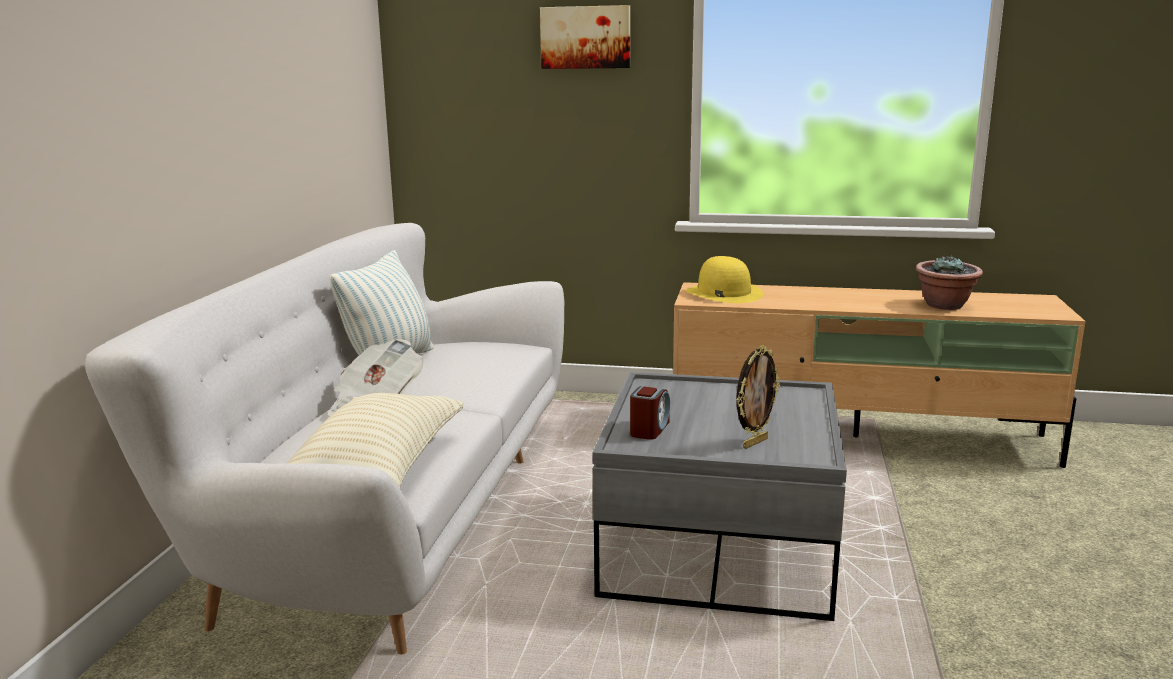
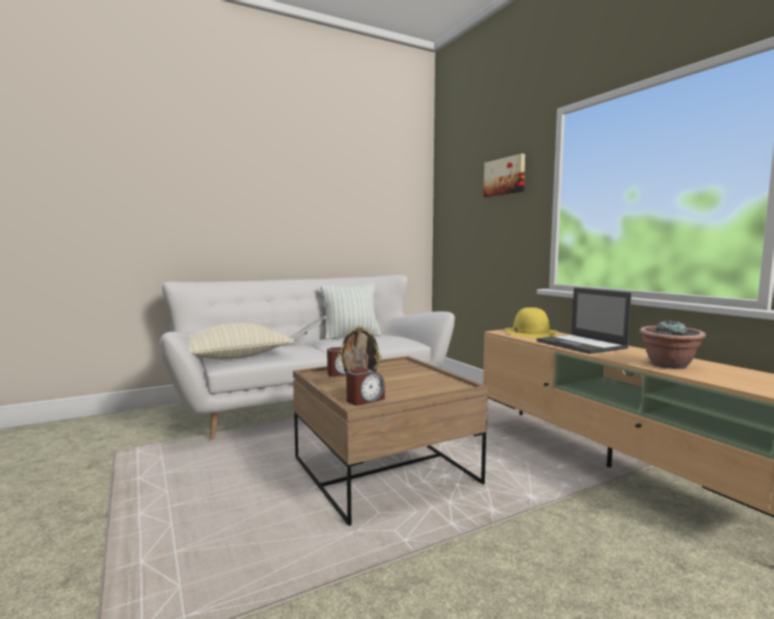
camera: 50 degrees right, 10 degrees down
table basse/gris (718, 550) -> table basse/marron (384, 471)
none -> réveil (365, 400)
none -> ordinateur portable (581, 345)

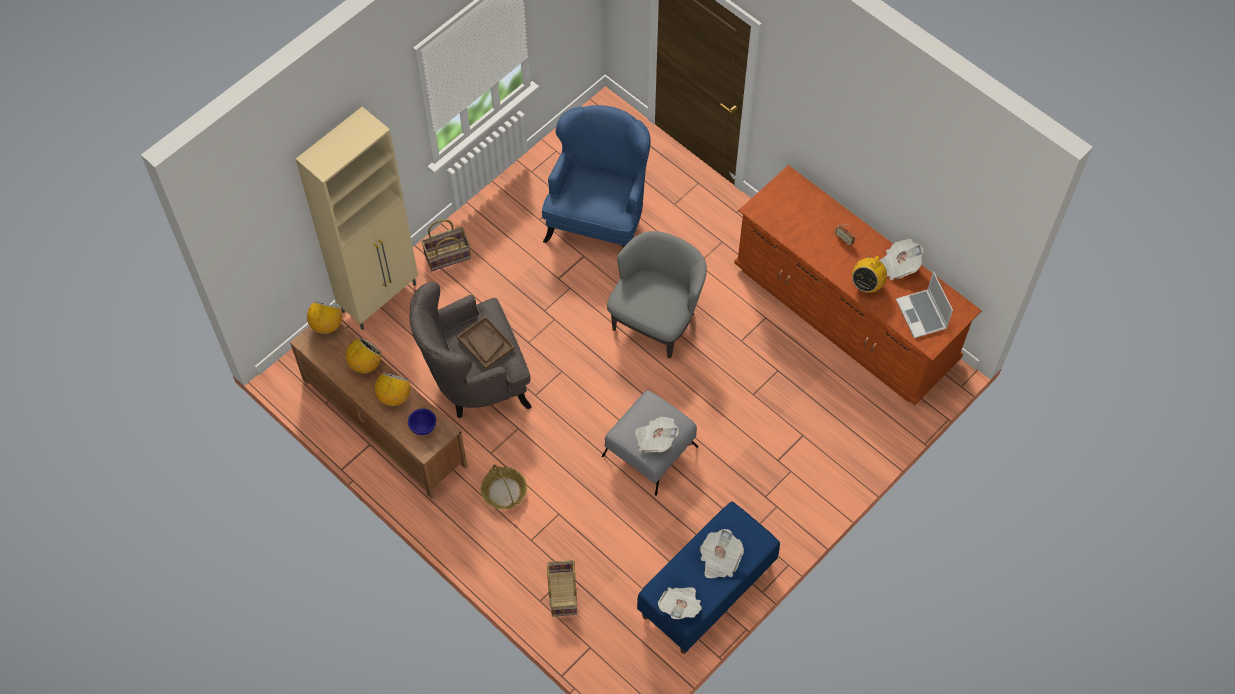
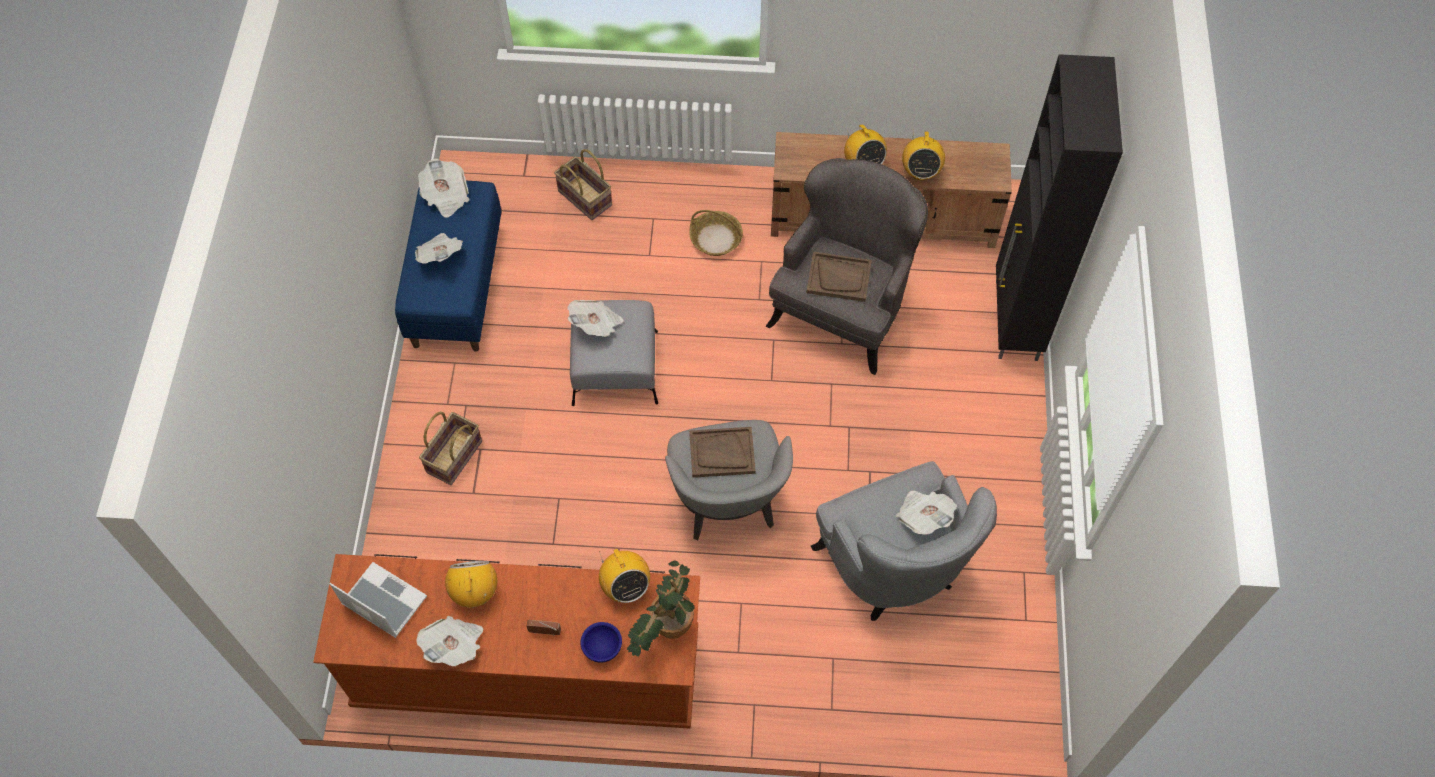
camera: 140 degrees right, 0 degrees up
meuble de rangement/beige (380, 297) -> meuble de rangement/noir (1015, 321)
radio (327, 326) -> radio (625, 586), move
bol/bleu (423, 426) -> bol/bleu (603, 648), move
panier (447, 255) -> panier (455, 457), move
fauteuil/bleu (599, 220) -> fauteuil/gris (894, 570)
none -> plante en pot (666, 629)
none -> plateau/marron (721, 453)
none -> journal (923, 516)

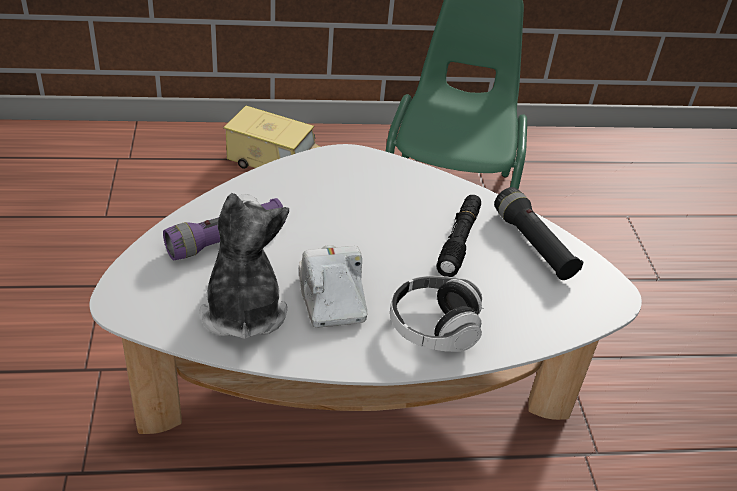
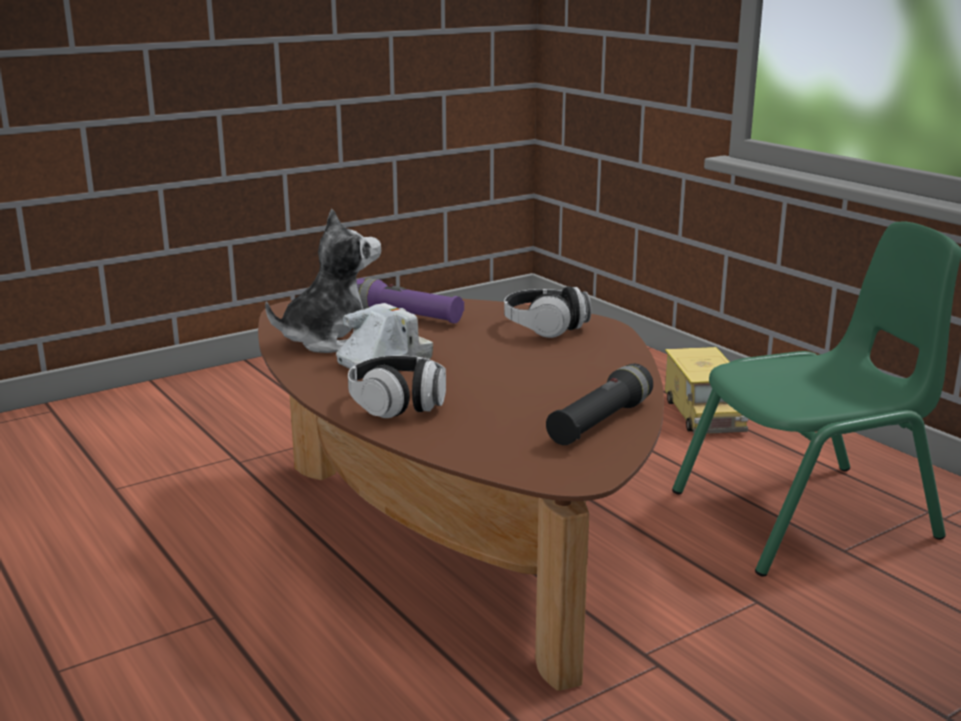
camera: 65 degrees right, 20 degrees down
table basse/blanc (355, 378) -> table basse/marron (461, 539)
lampe de poche/noir (459, 241) -> none
none -> casque audio (545, 328)

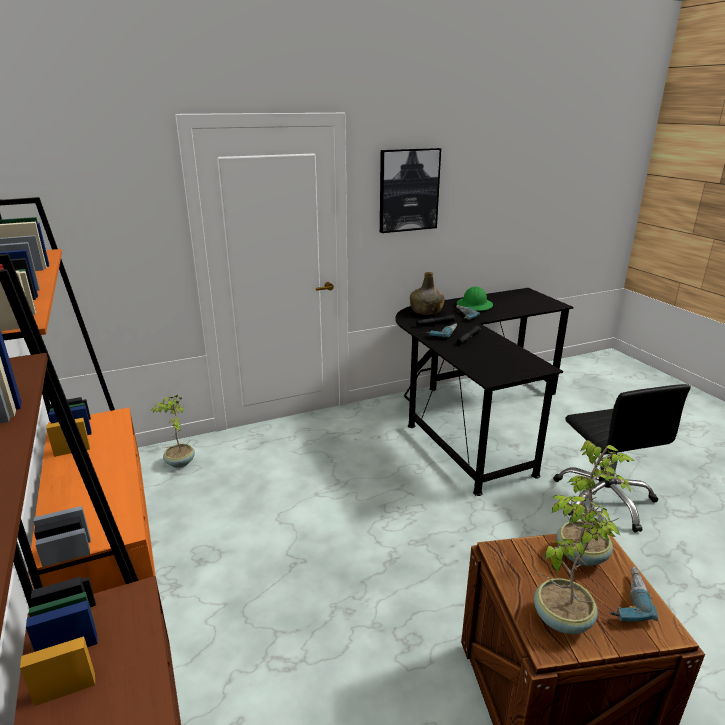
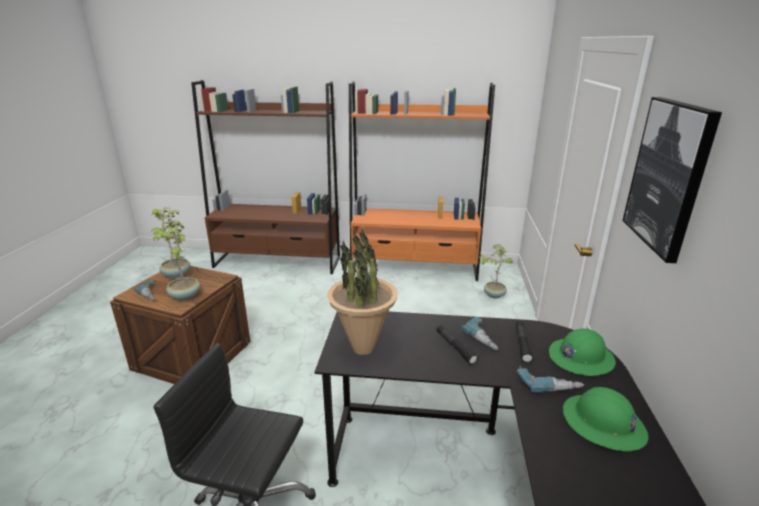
camera: 120 degrees right, 0 degrees up
bouteille/vert (426, 311) -> casque de chantier/vert (580, 358)
none -> plante en pot (363, 348)

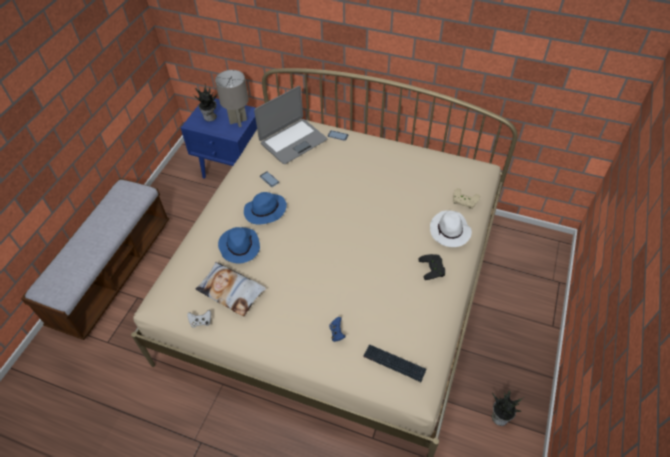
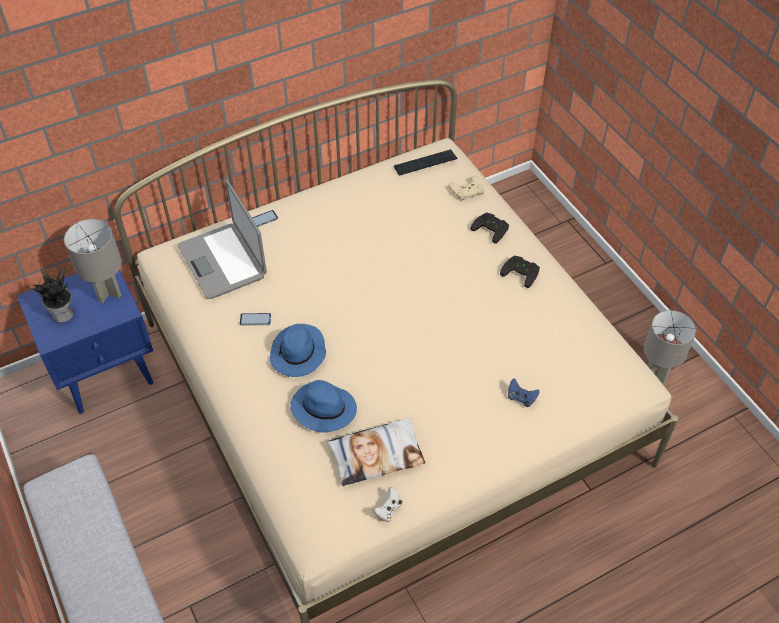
camera: 50 degrees left, 0 degrees up
ordinateur portable (293, 141) -> ordinateur portable (223, 261), 150 degrees clockwise
clavier (394, 363) -> clavier (425, 163), move
chapeau/blanc (450, 231) -> manette/noir (492, 228)
plante en pot (500, 417) -> lampe de table/gris (656, 373)

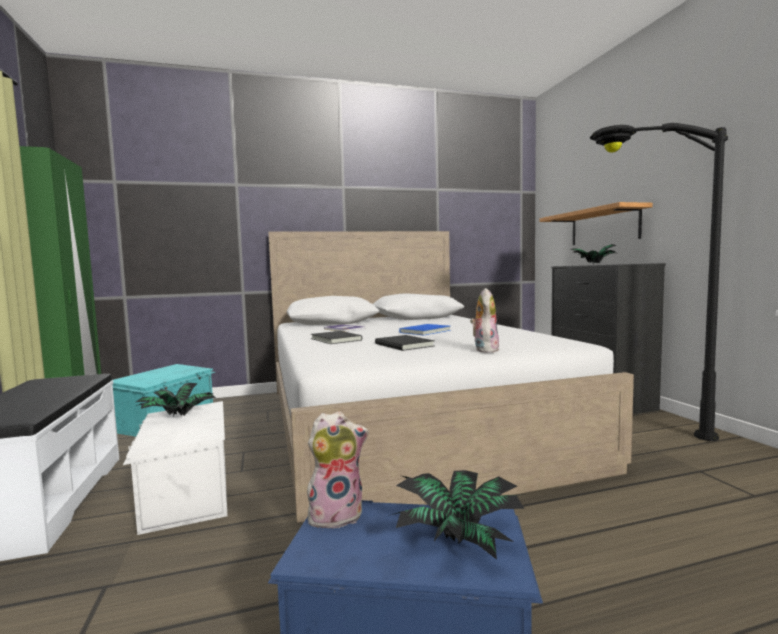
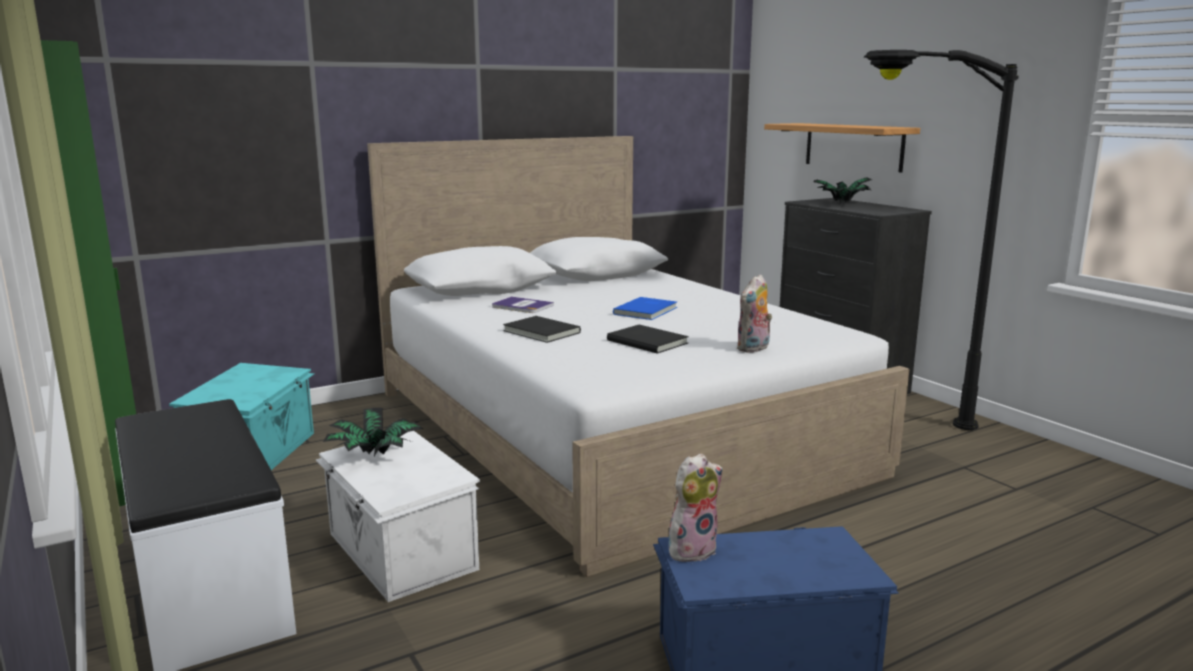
camera: 15 degrees left, 10 degrees up
plante en pot (459, 536) -> none
peluche (484, 350) -> peluche (754, 349), 135 degrees counterclockwise

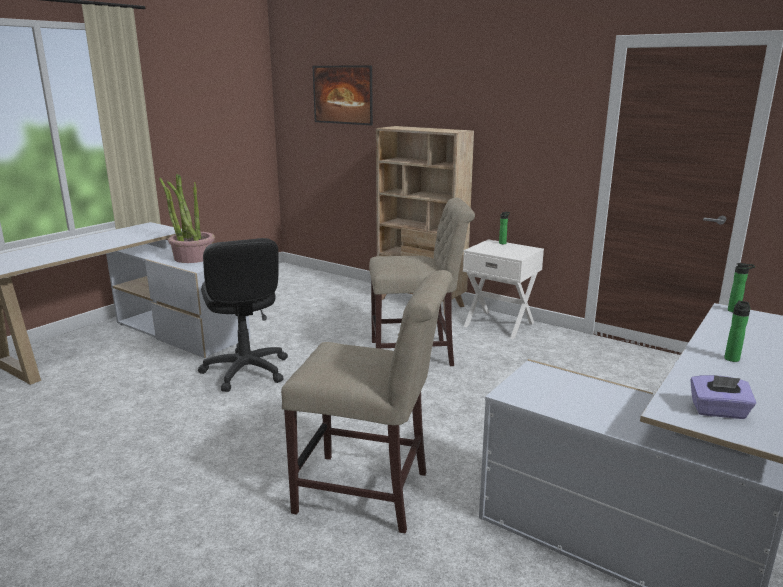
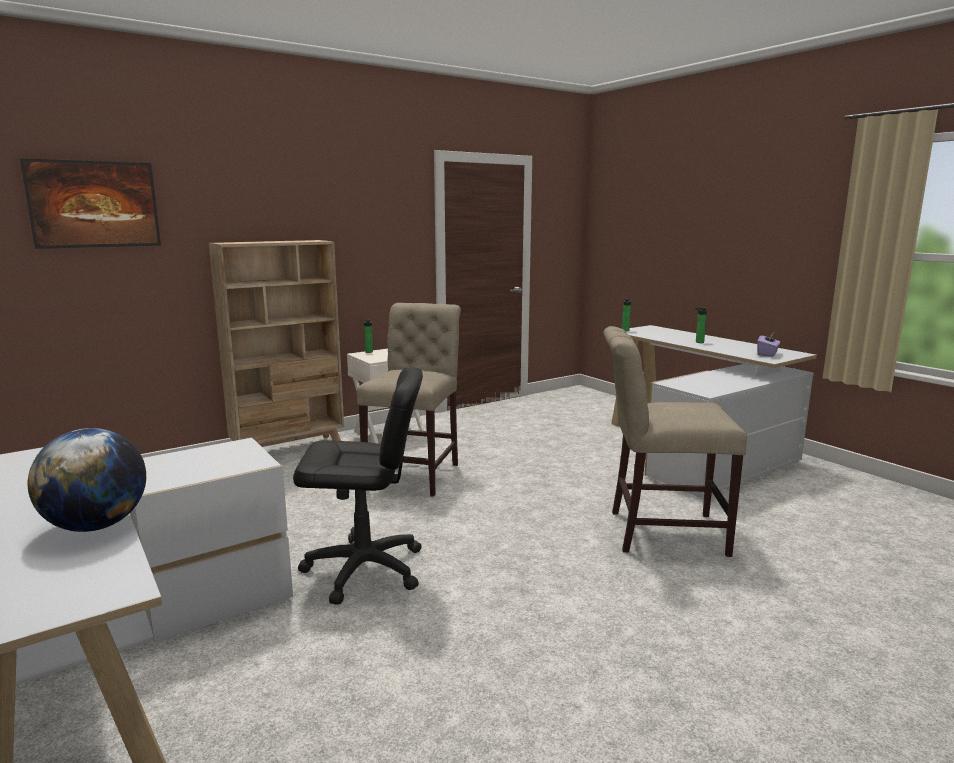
camera: 70 degrees left, 5 degrees down
plante en pot (193, 257) -> none
chaise/beige (370, 494) -> chaise/beige (659, 532), 120 degrees counterclockwise
none -> globe (97, 526)

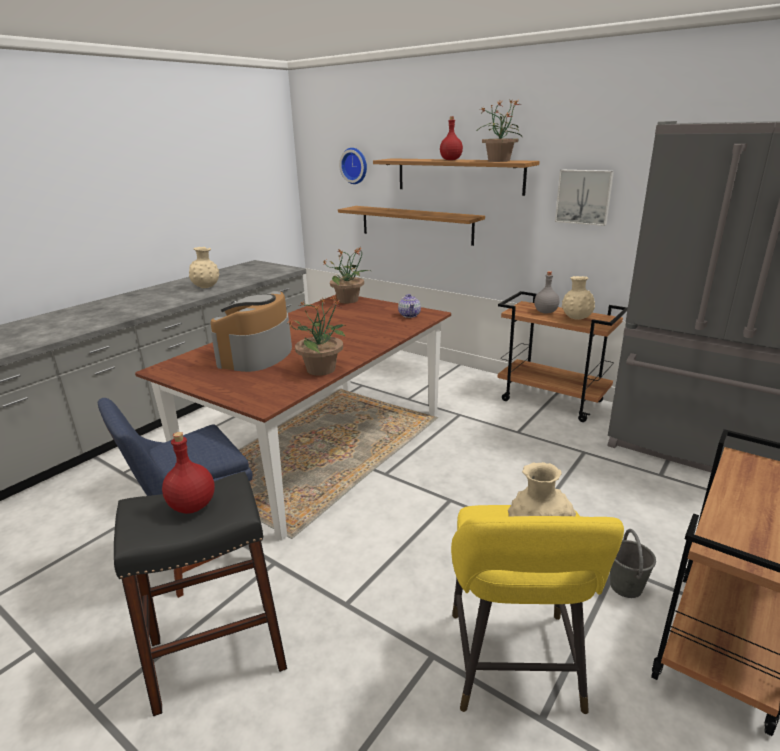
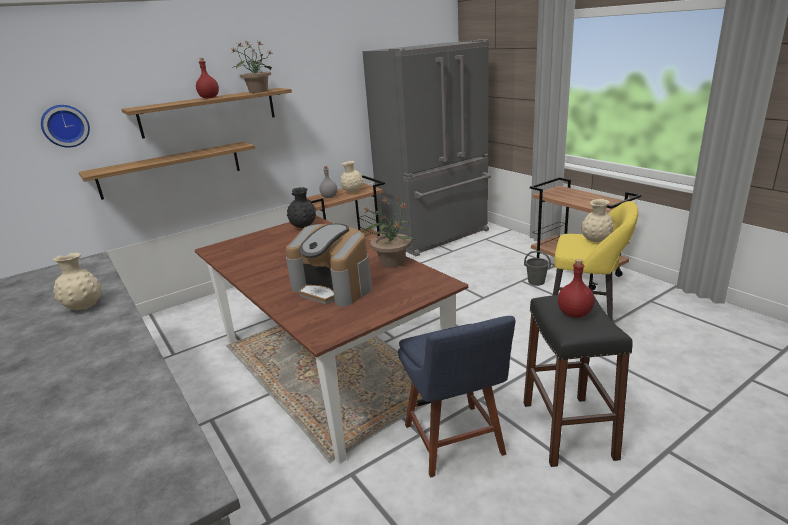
camera: 70 degrees left, 0 degrees up
plante en pot (348, 300) -> none
théière (409, 315) -> vase/noir (303, 227)
tableau (584, 197) -> none

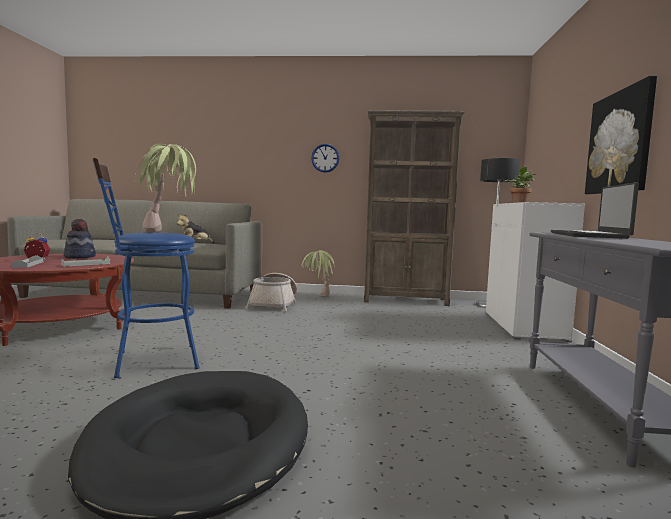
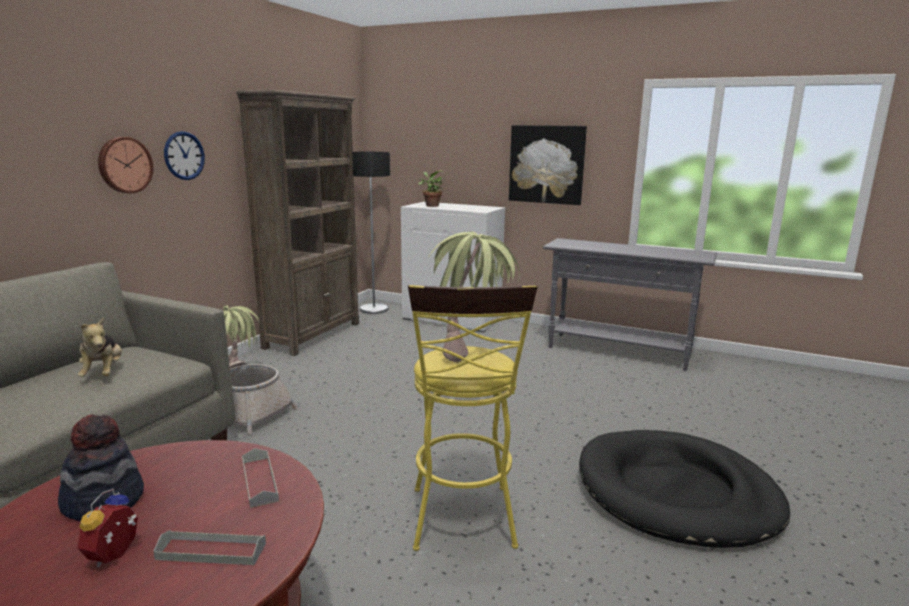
camera: 70 degrees left, 10 degrees up
tabouret/bleu (148, 361) -> tabouret/jaune (463, 524)
ordinateur portable (589, 235) -> none
none -> horloge murale (124, 165)

